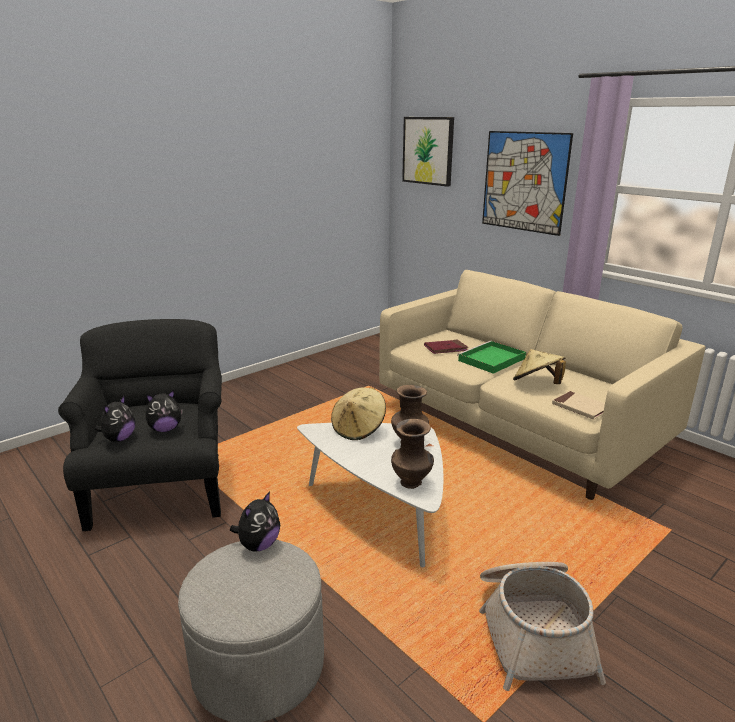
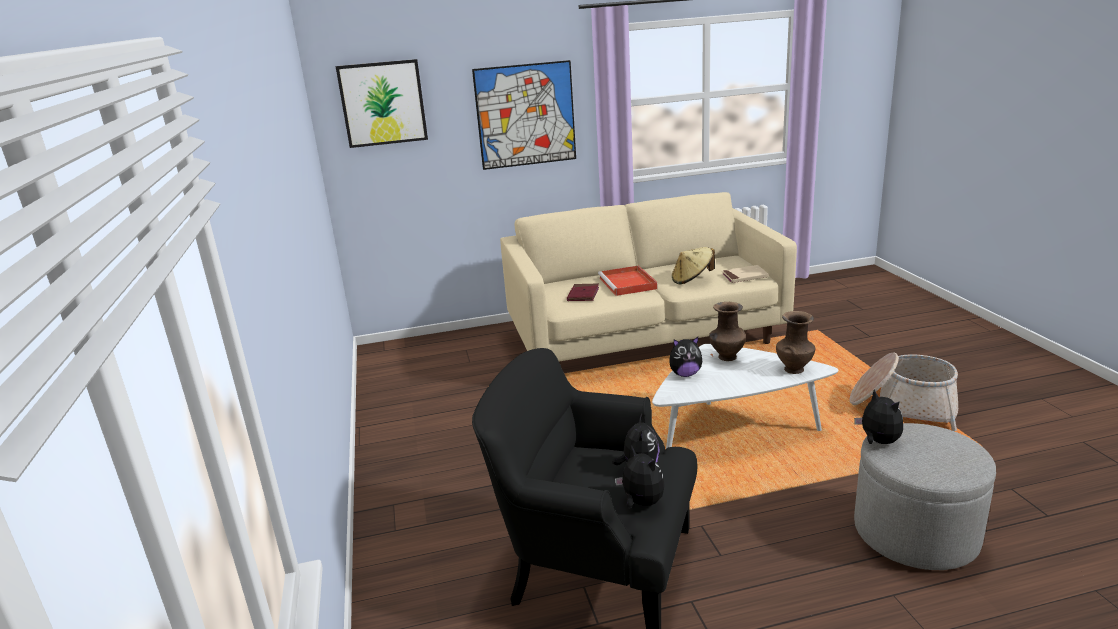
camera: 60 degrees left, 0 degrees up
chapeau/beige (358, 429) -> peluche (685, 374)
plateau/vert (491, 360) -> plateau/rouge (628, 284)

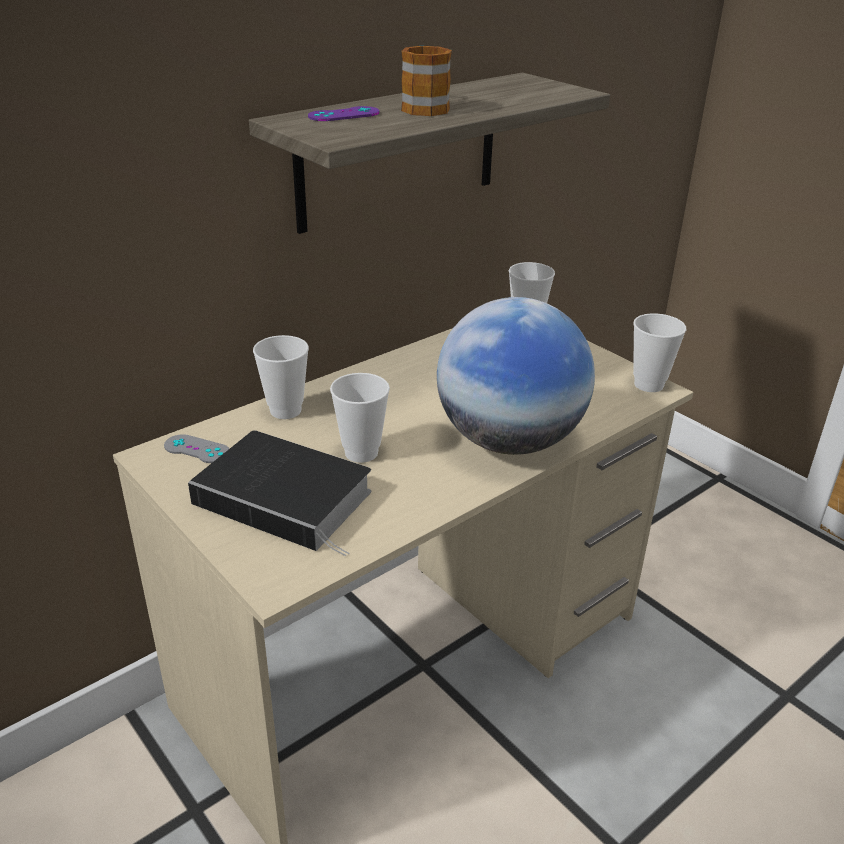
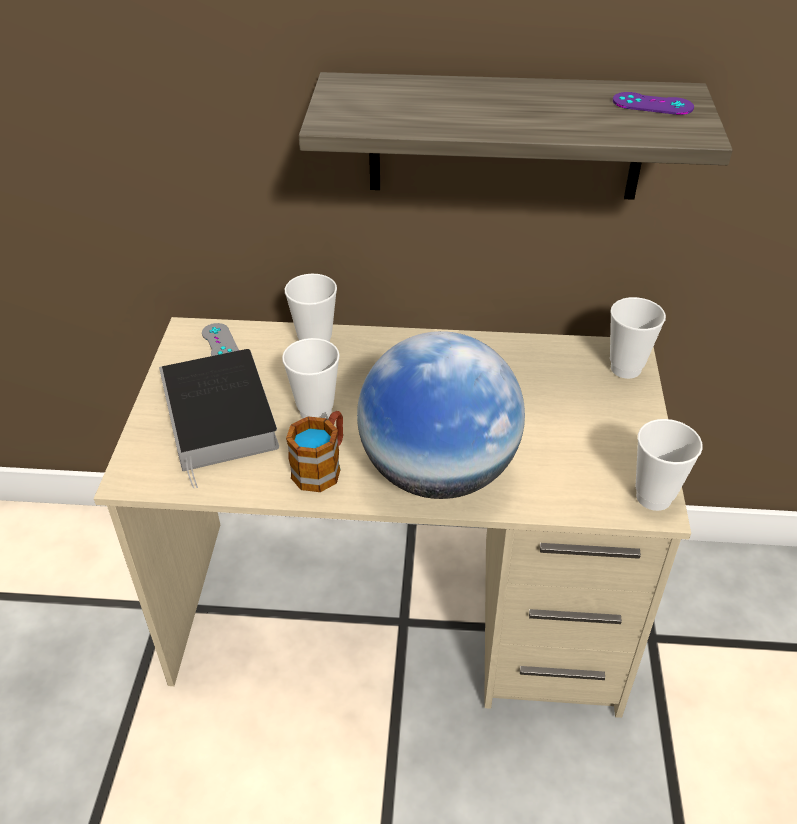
camera: 45 degrees right, 10 degrees up
manette/violet (344, 115) -> manette/violet (652, 104), move
mug (423, 107) -> mug (322, 466), move

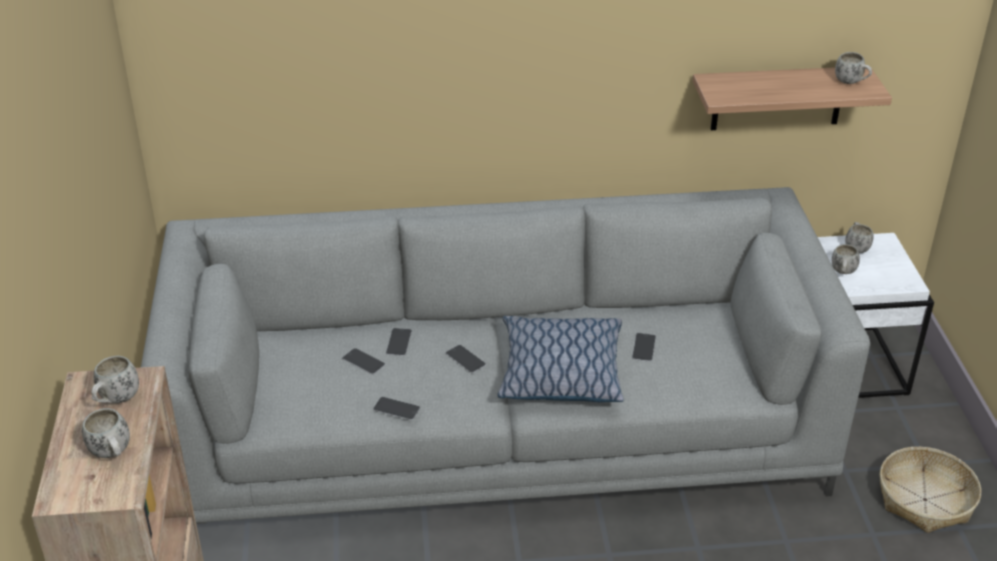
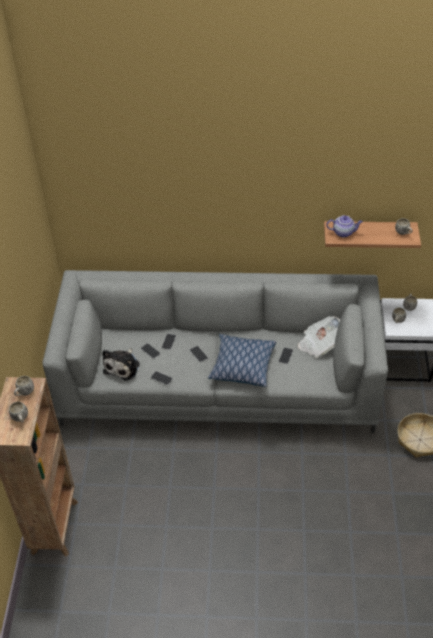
camera: 10 degrees right, 10 degrees up
none -> peluche (123, 366)
none -> journal (319, 343)
none -> théière (343, 232)

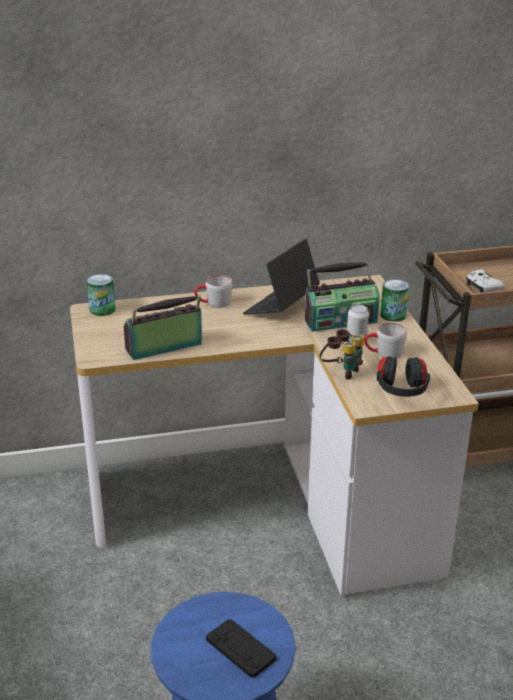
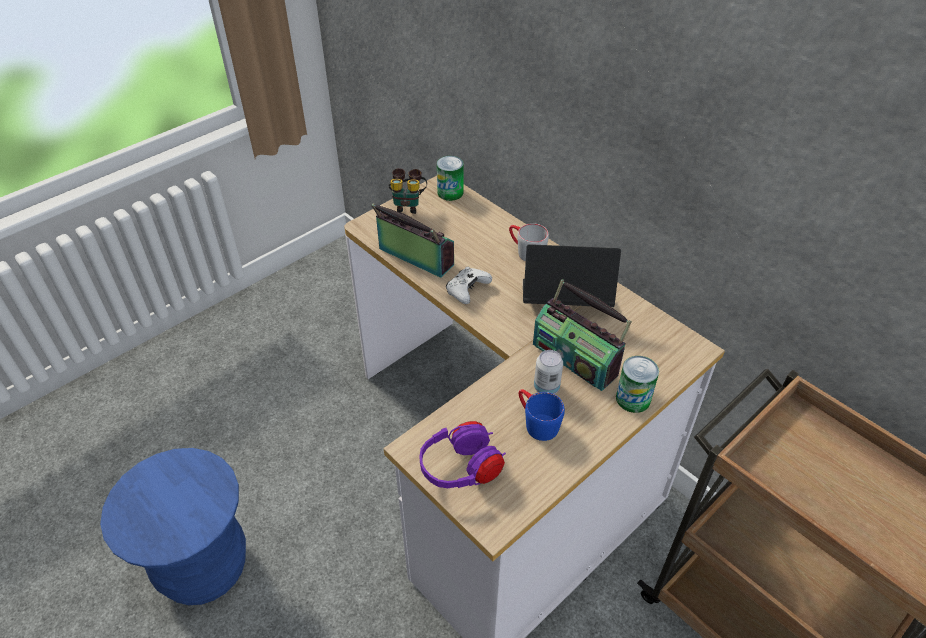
camera: 60 degrees right, 15 degrees up
manette/noir (240, 649) -> none
jumelles (341, 371) -> jumelles (408, 205), move
mug/gris (383, 353) -> mug/bleu (536, 422)
casque audio/noir (401, 393) -> casque audio/violet (461, 469)
manette/blanc (482, 287) -> manette/blanc (467, 290), move

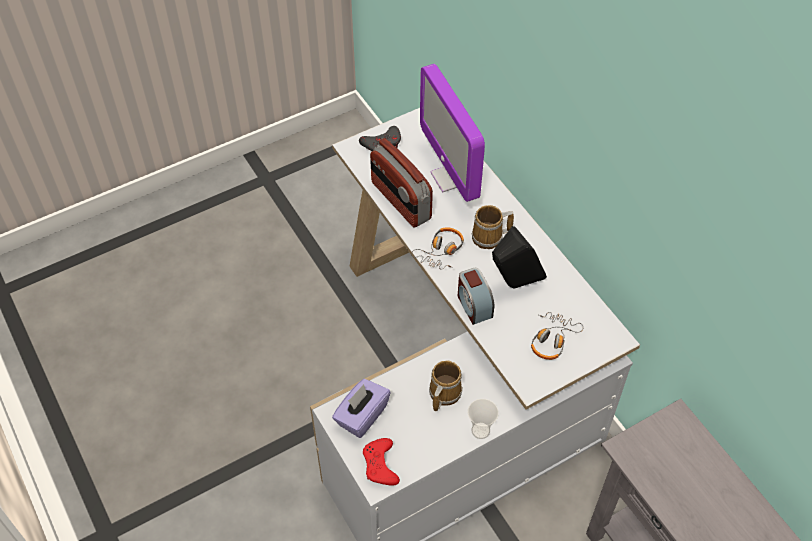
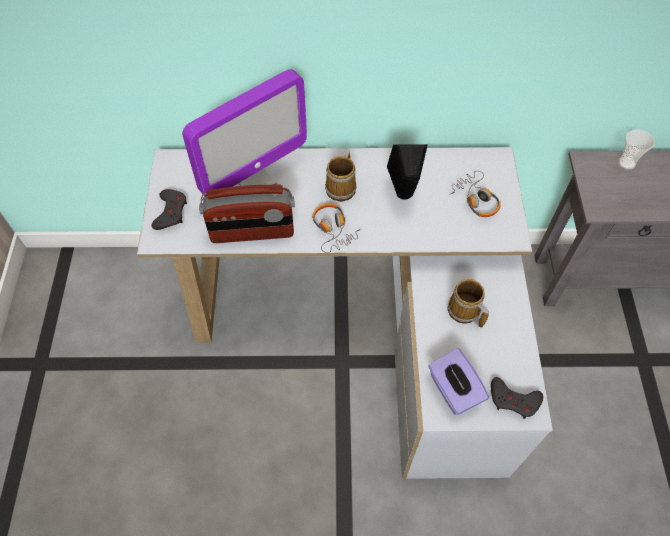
camera: 60 degrees left, 5 degrees up
manette/rouge (380, 465) -> manette/gris (514, 400)
écran d'ordinateur (451, 177) -> écran d'ordinateur (255, 181), 45 degrees counterclockwise
réveil (474, 305) -> none
tasse (480, 430) -> tasse (626, 163), move

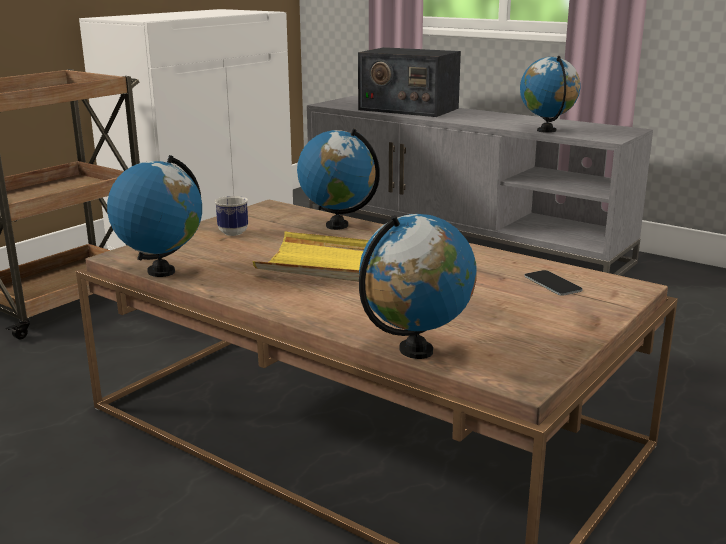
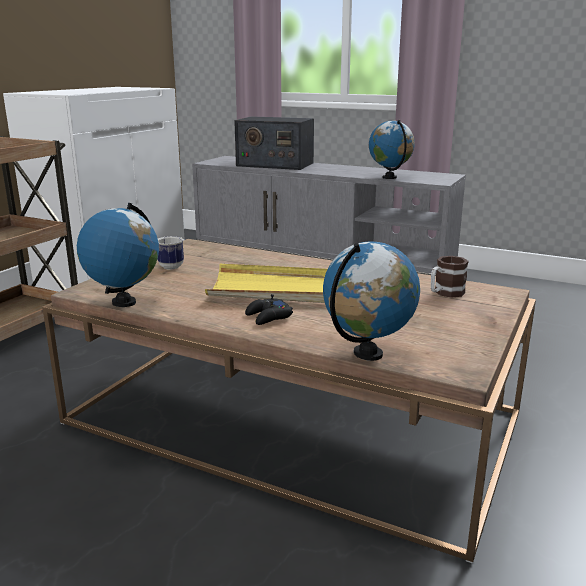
camera: 10 degrees left, 0 degrees up
globe (337, 225) -> none
téléphone (552, 283) -> mug (445, 293)
none -> manette/noir (268, 317)

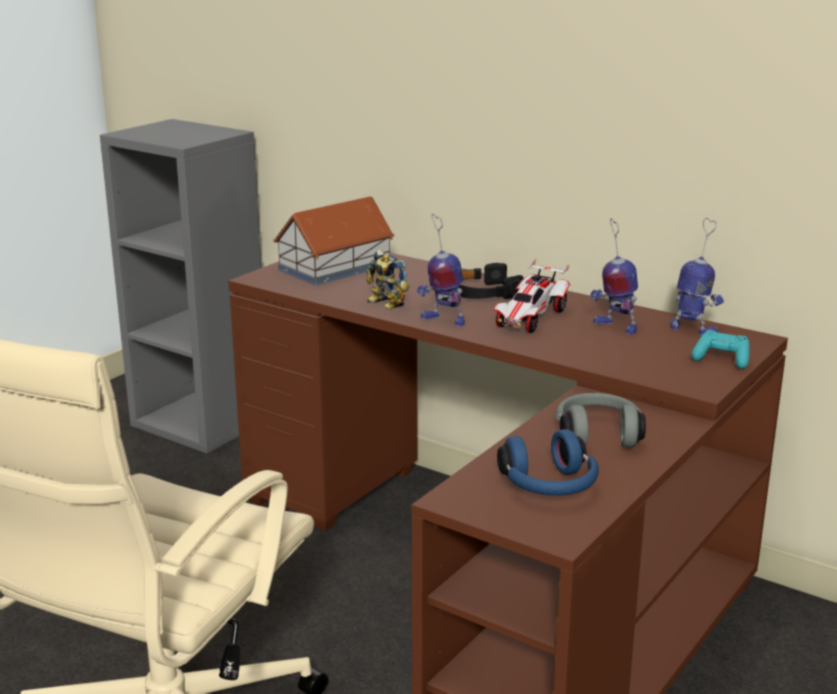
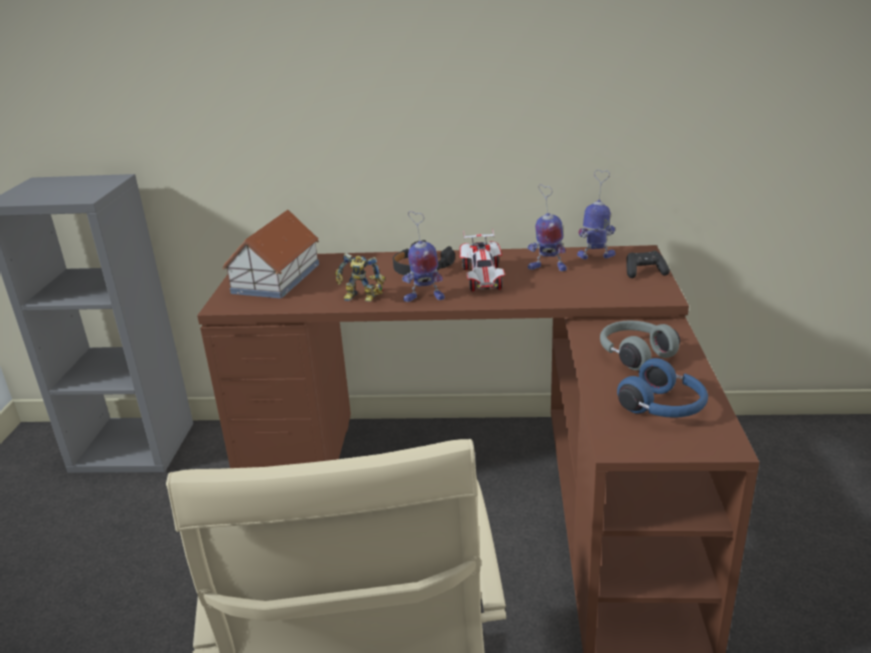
camera: 30 degrees left, 5 degrees up
manette/turquoise (721, 360) -> manette/noir (644, 272)

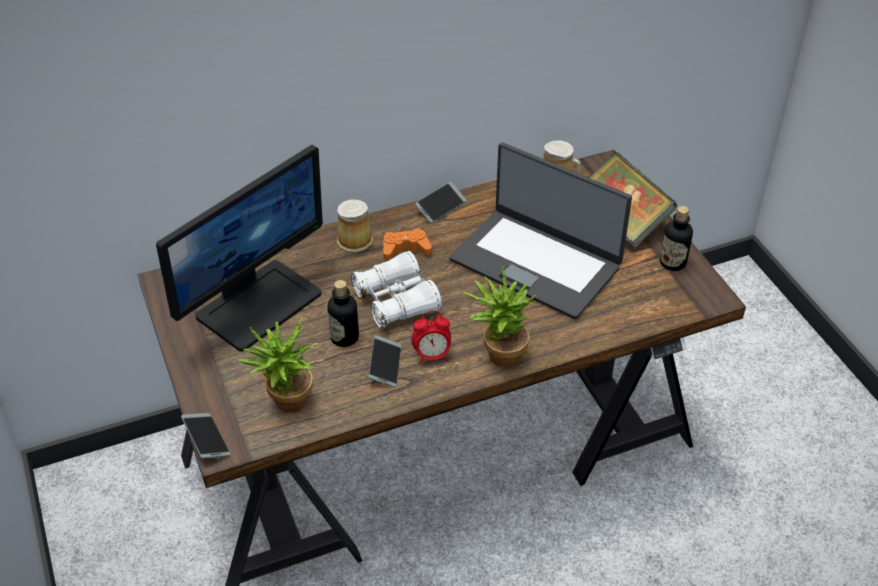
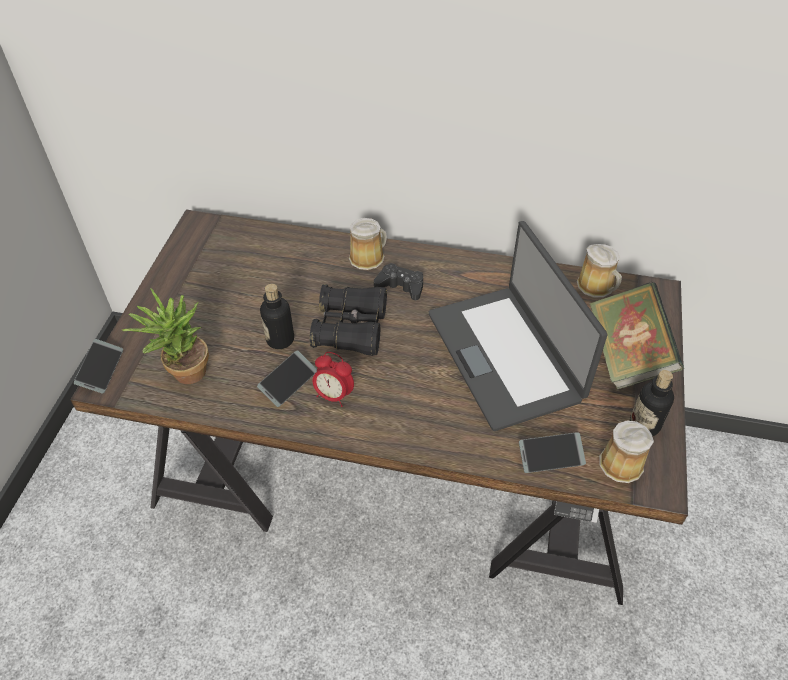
camera: 35 degrees right, 5 degrees up
écran d'ordinateur (258, 303) -> none
jumelles/blanc (396, 301) -> jumelles/noir (351, 329)
manette/orange (405, 249) -> manette/noir (401, 286)
téléphone (440, 207) -> téléphone (551, 456), move
plante en pot (498, 354) -> none
none -> mug (621, 462)

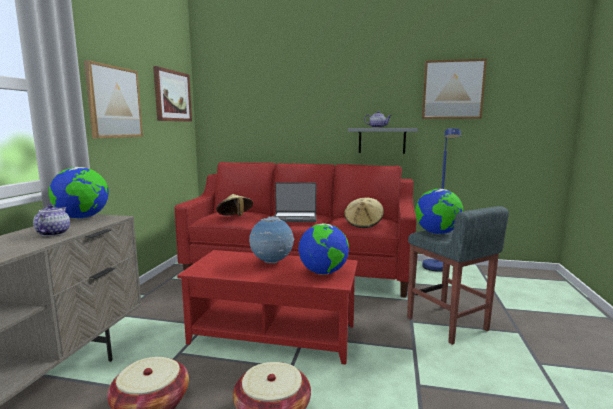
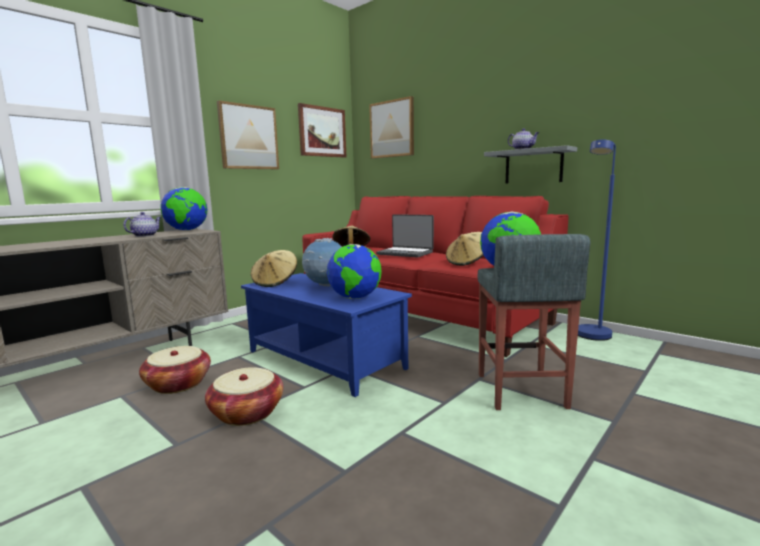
camera: 30 degrees right, 0 degrees up
table basse/rouge (274, 333) -> table basse/bleu (325, 359)
tableau (452, 89) -> tableau (392, 129), move
none -> chapeau/beige (275, 282)

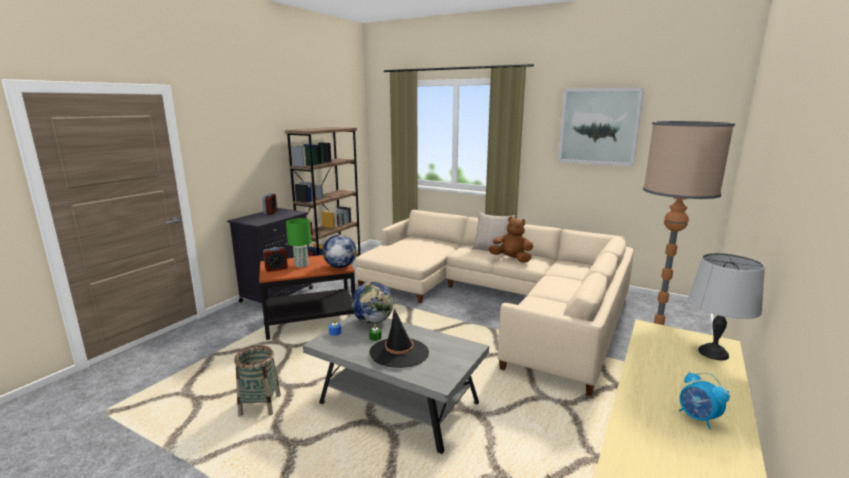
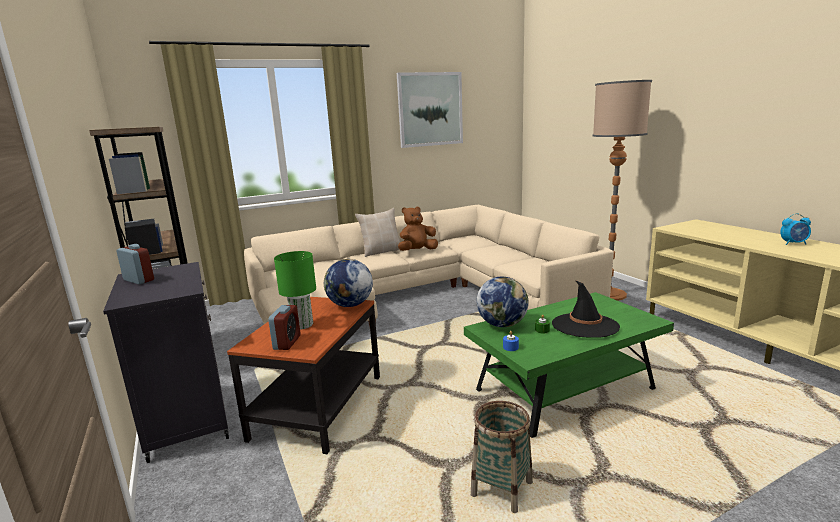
camera: 55 degrees left, 0 degrees up
table basse/gris (398, 404) -> table basse/vert (564, 391)
lampe de table/gris (712, 353) -> none

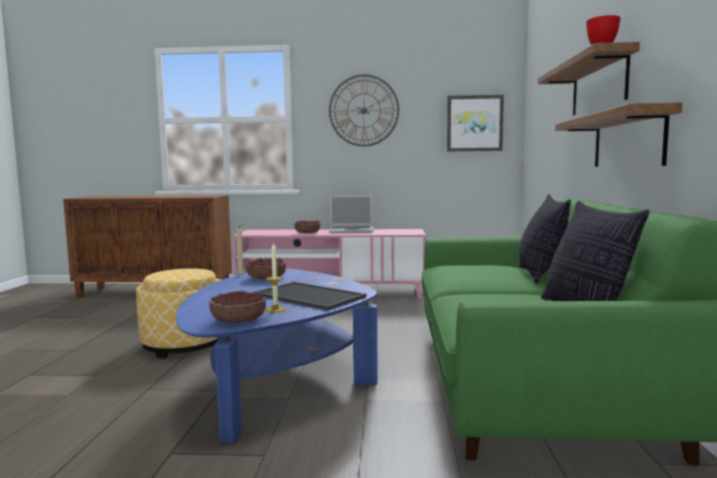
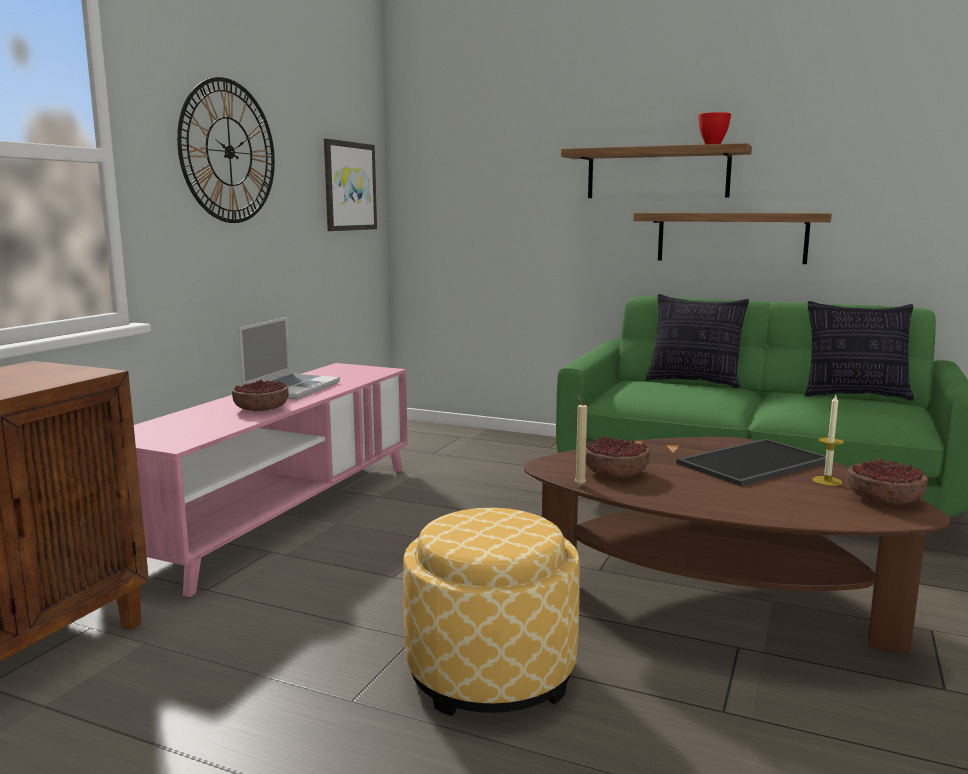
camera: 70 degrees left, 5 degrees up
table basse/bleu (277, 381) -> table basse/marron (713, 602)

